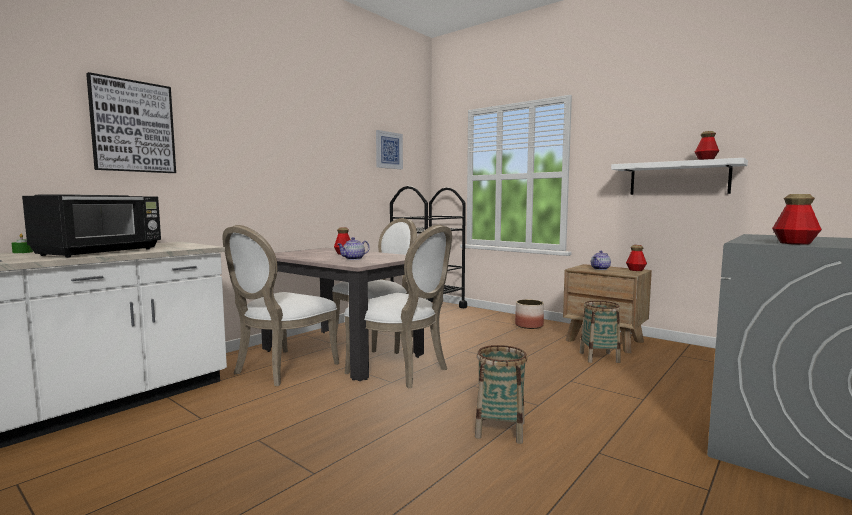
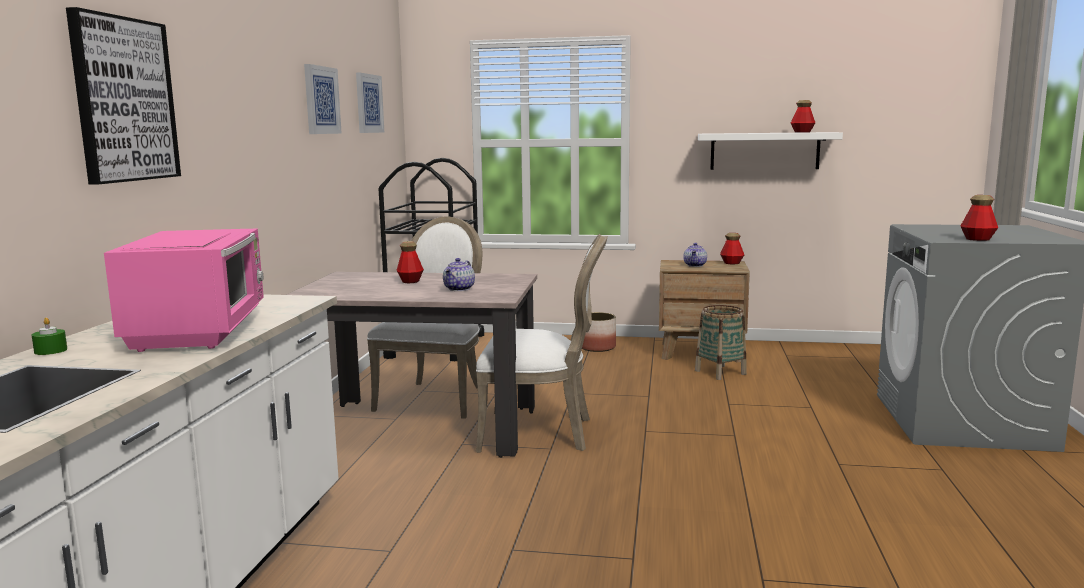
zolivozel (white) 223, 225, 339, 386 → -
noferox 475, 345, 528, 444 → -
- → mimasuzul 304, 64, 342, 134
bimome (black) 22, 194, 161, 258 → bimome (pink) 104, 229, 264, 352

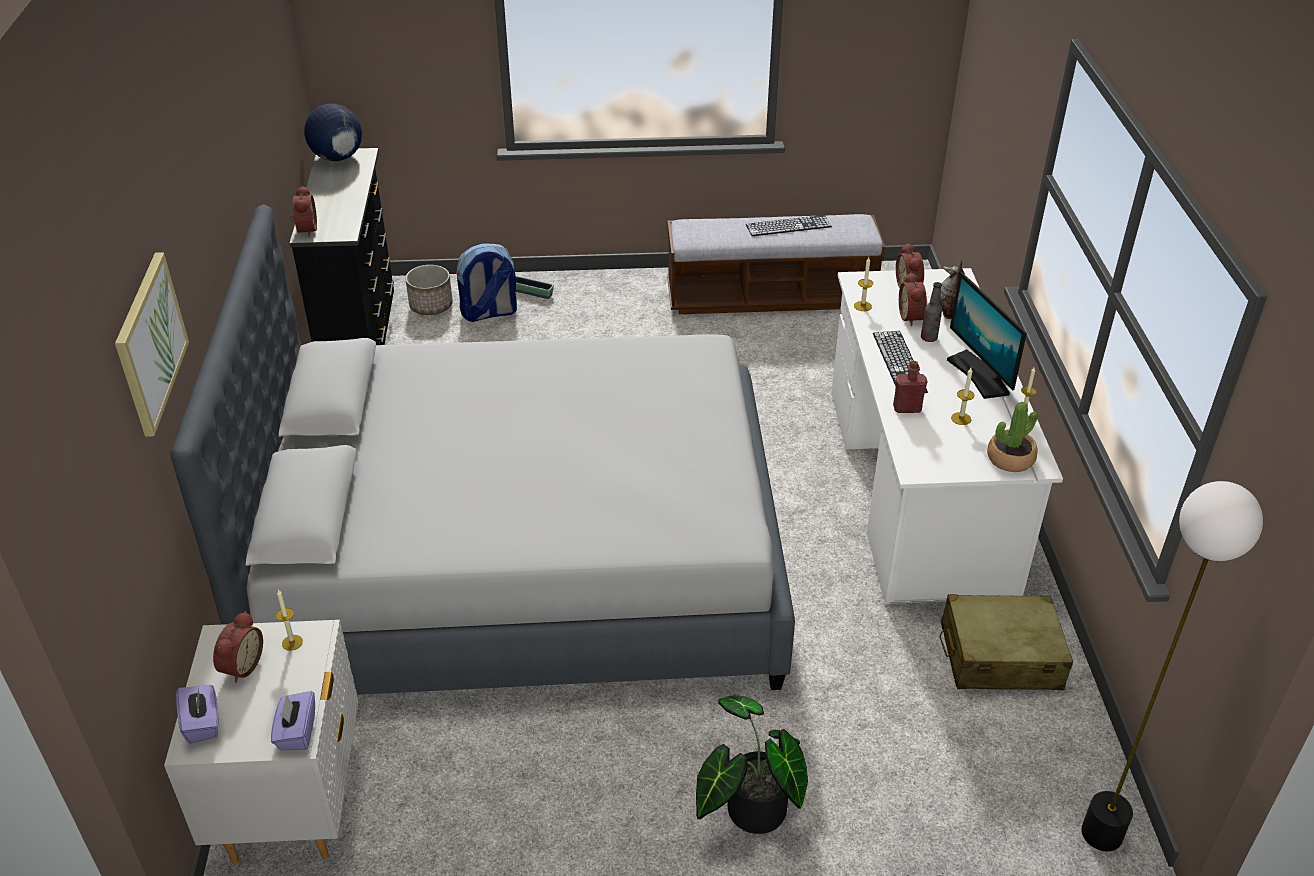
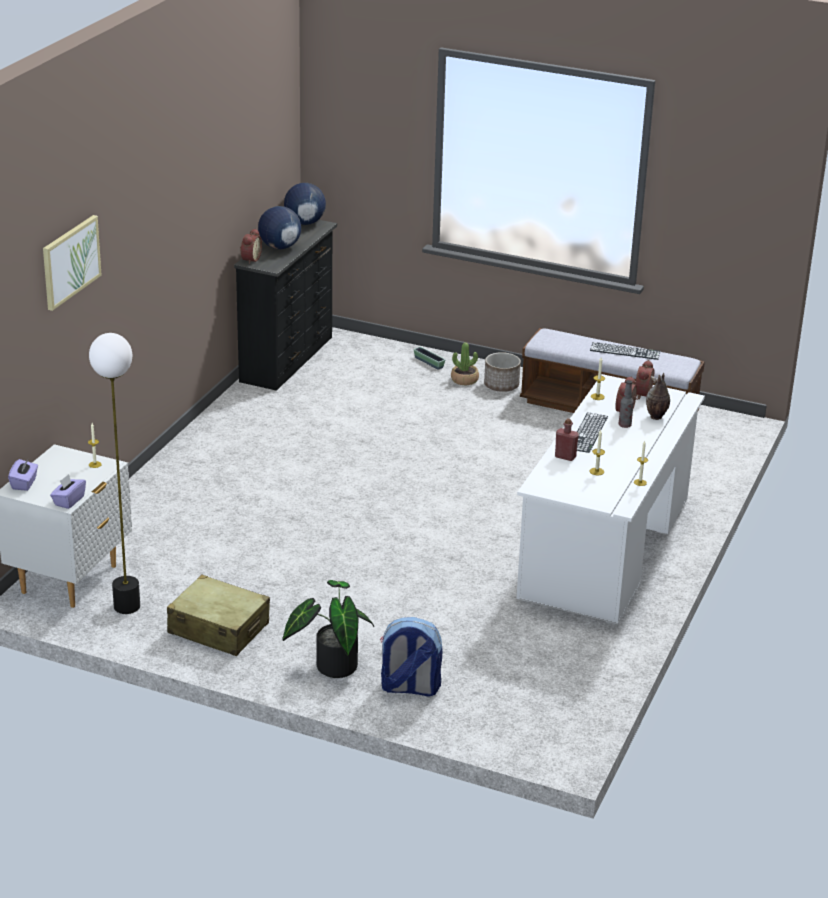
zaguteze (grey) 170, 204, 795, 695 → -
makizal 213, 611, 263, 683 → -
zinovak 947, 272, 1027, 399 → -
- → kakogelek 258, 206, 301, 249
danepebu 405, 265, 453, 315 → danepebu 484, 352, 521, 392, shifted
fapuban 456, 243, 517, 322 → fapuban 380, 617, 443, 697, shifted
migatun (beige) 939, 594, 1073, 690 → migatun (beige) 167, 575, 270, 656, shifted
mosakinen 987, 402, 1038, 472 → mosakinen 451, 342, 479, 385, shifted
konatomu 1081, 481, 1263, 851 → konatomu 89, 333, 140, 614, shifted

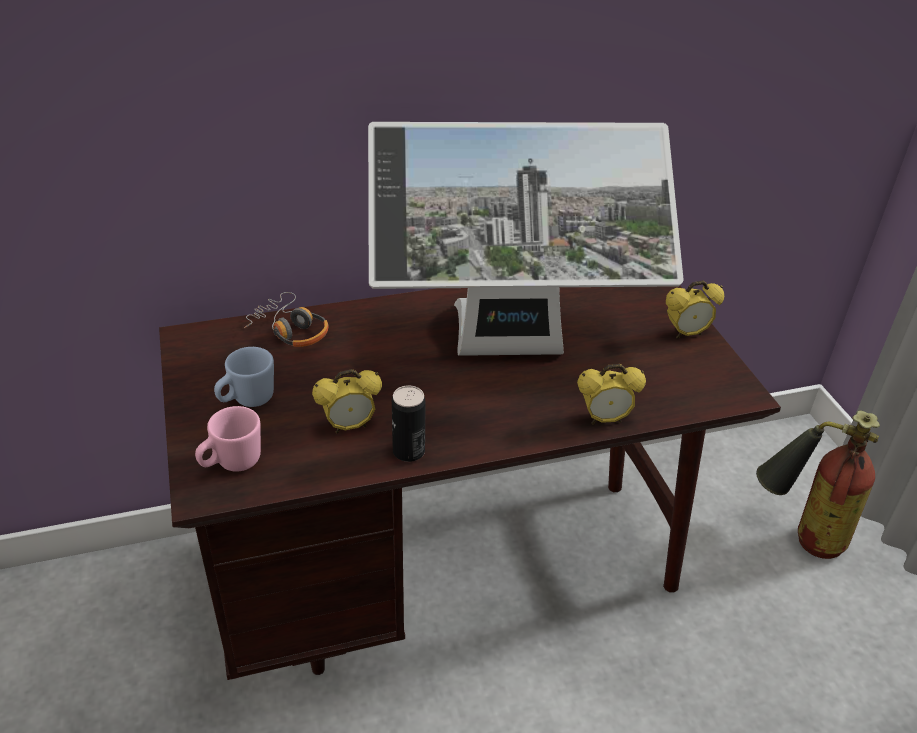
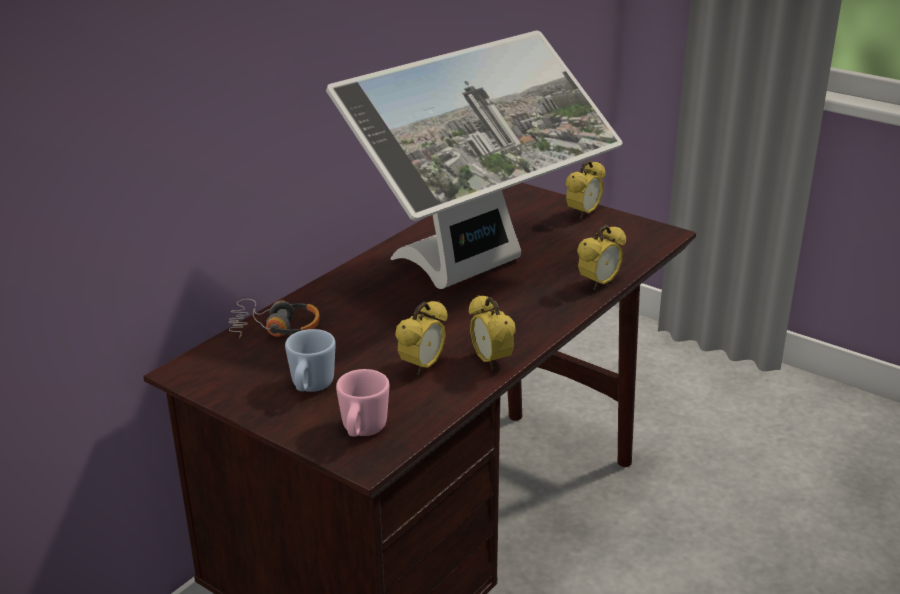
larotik 756, 410, 880, 559 → -
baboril 392, 385, 425, 462 → makizal 469, 295, 515, 370

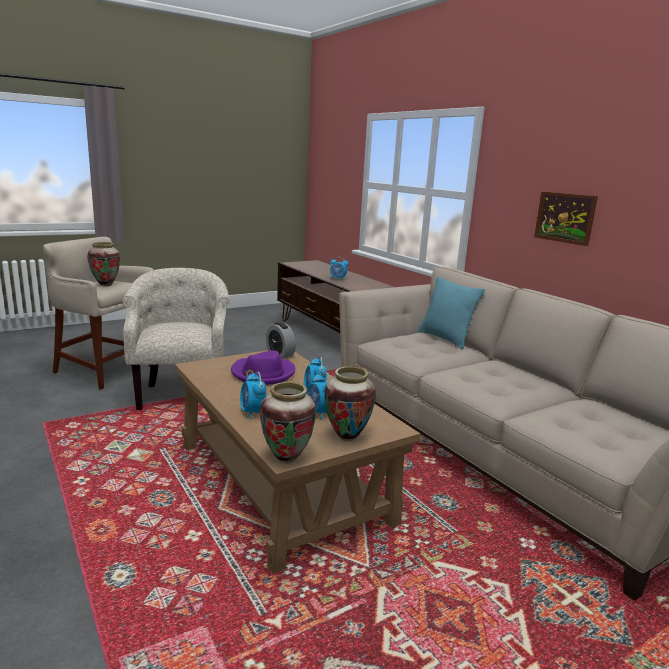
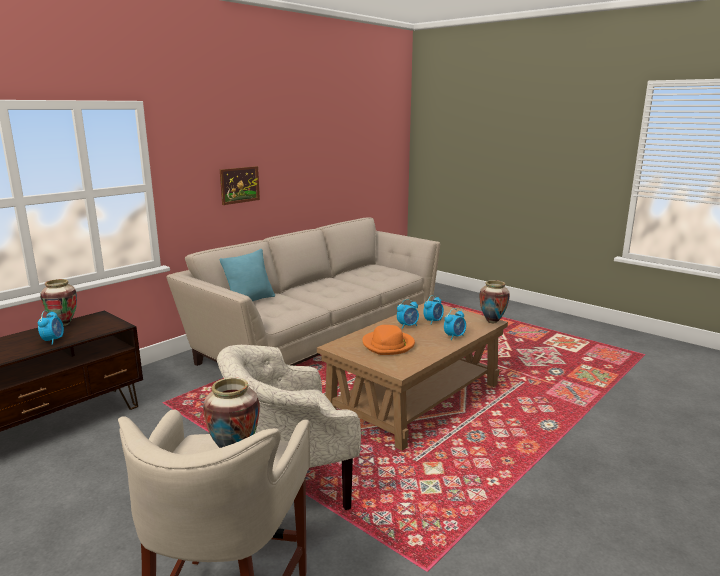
makizal 266, 322, 296, 359 → -
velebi 325, 366, 376, 441 → velebi 40, 279, 77, 326, shifted
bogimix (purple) 231, 351, 295, 385 → bogimix (orange) 362, 325, 415, 355

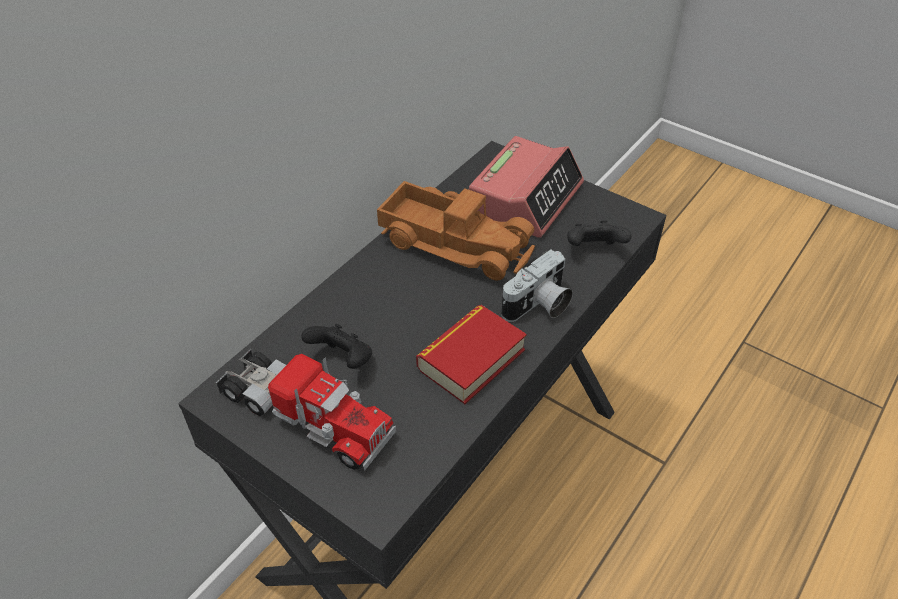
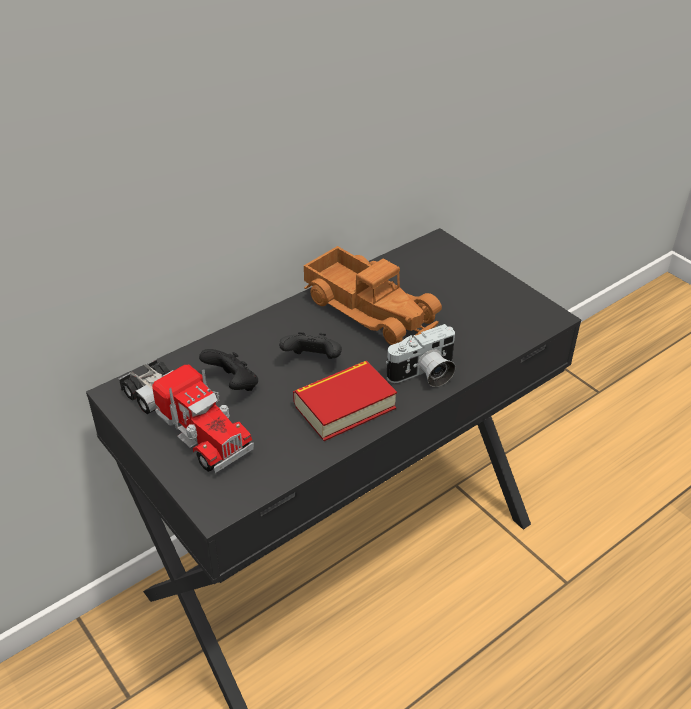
makizal 469, 136, 584, 238 → -
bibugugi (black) 567, 220, 631, 246 → bibugugi (black) 279, 332, 342, 359, shifted

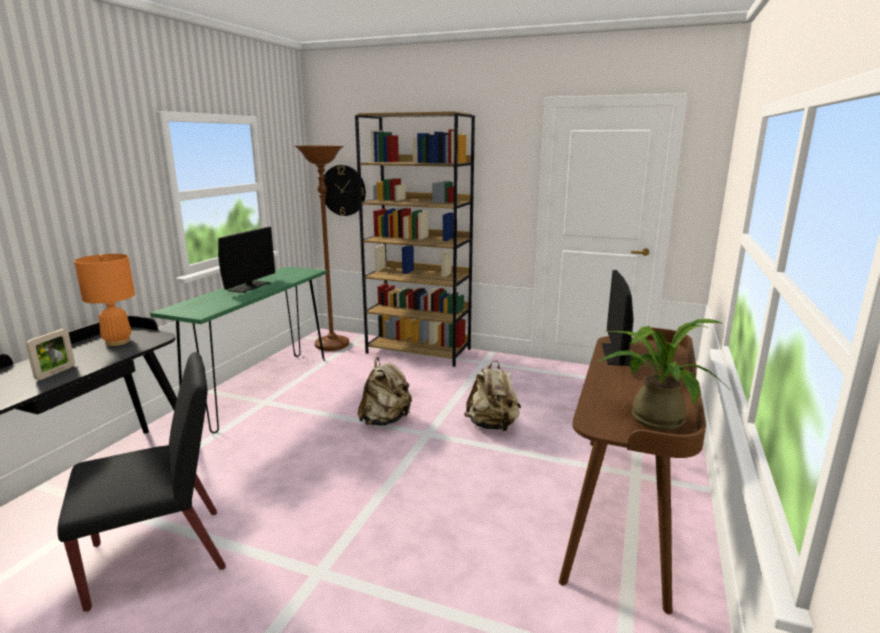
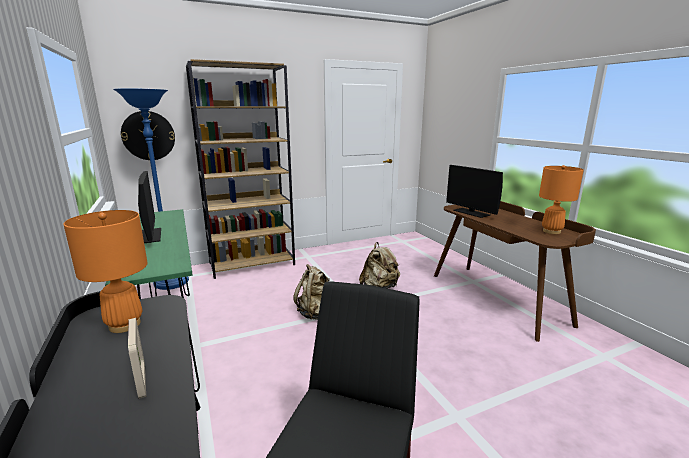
mosakinen 596, 319, 729, 431 → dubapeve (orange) 539, 165, 584, 234
konatomu (brown) 295, 146, 349, 351 → konatomu (blue) 113, 88, 189, 290

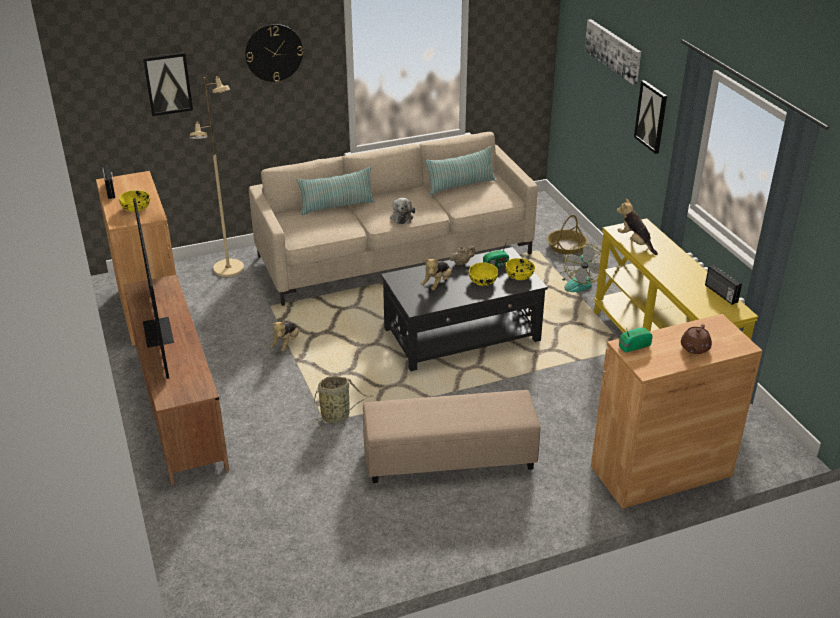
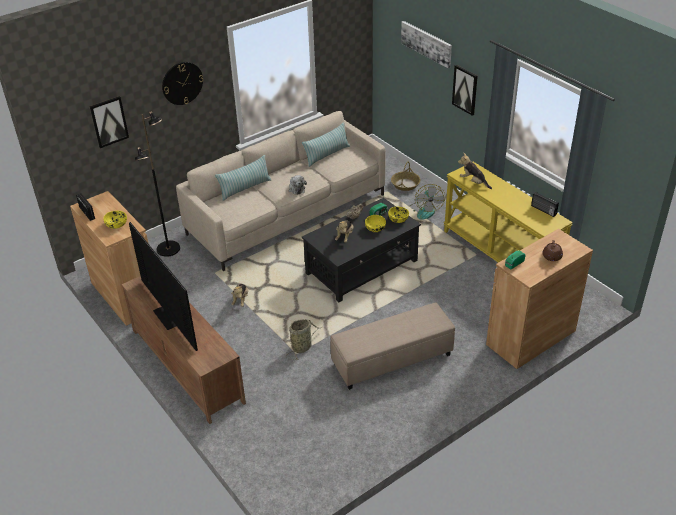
konatomu (beige) 190, 76, 244, 277 → konatomu (black) 135, 111, 180, 257

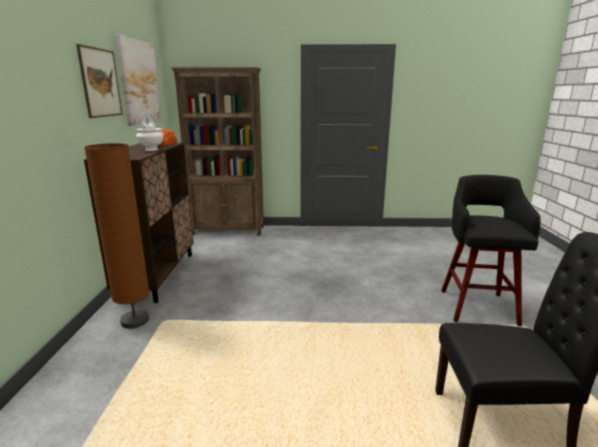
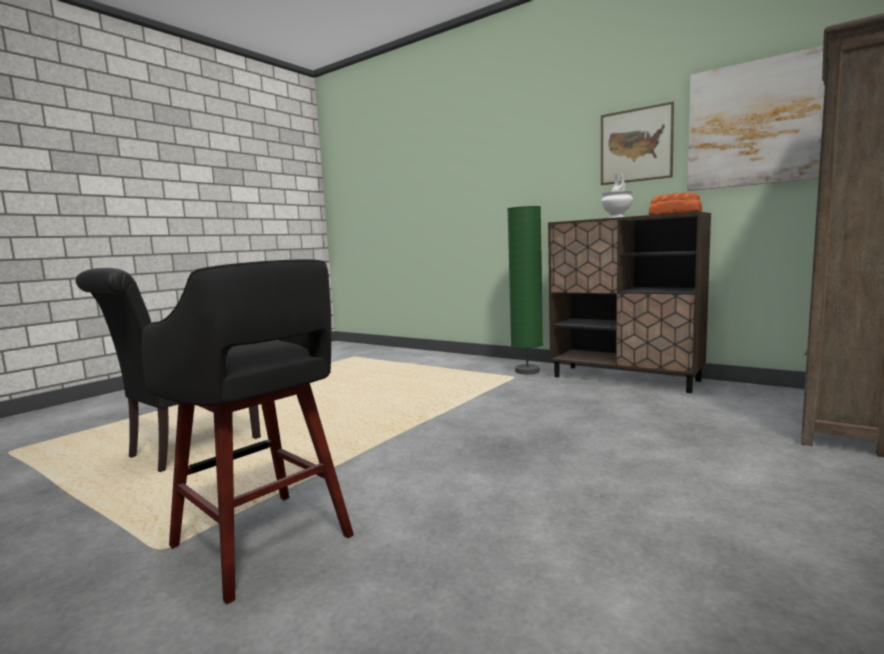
konatomu (brown) 84, 143, 150, 329 → konatomu (green) 507, 206, 543, 374

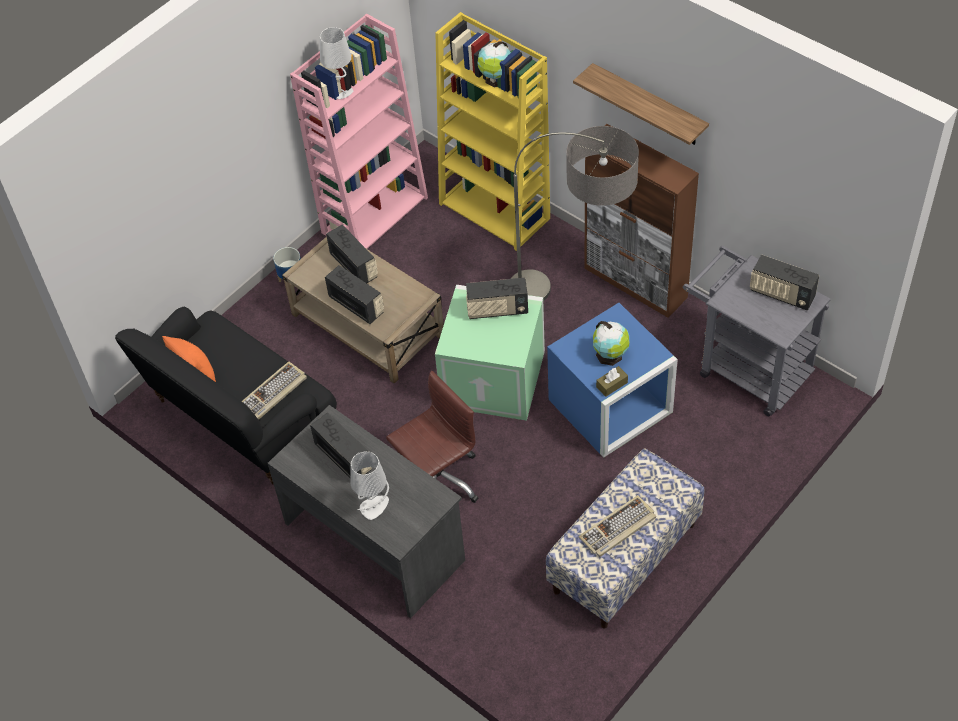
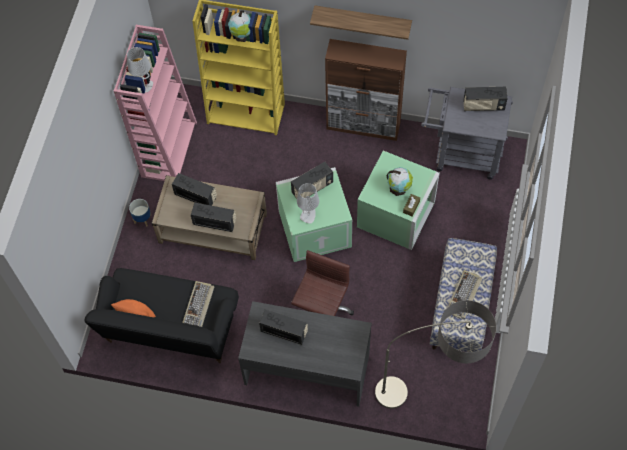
dubapeve (grey) 350, 451, 389, 520 → dubapeve (grey) 297, 183, 319, 223, shifted
konatomu 511, 126, 639, 301 → konatomu 375, 300, 496, 409, shifted
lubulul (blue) 547, 303, 678, 458 → lubulul (green) 357, 151, 440, 250

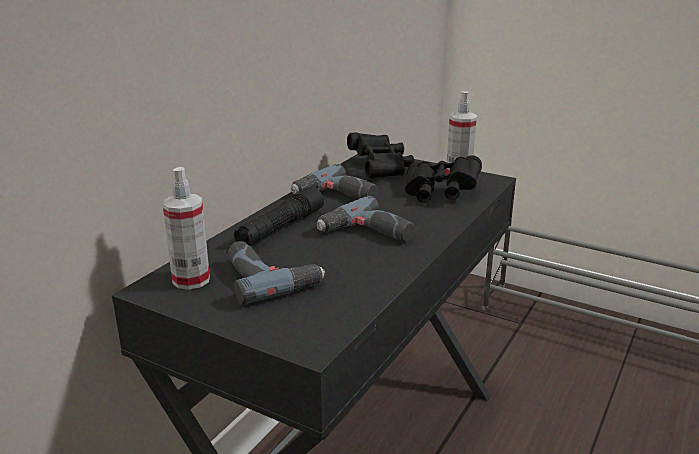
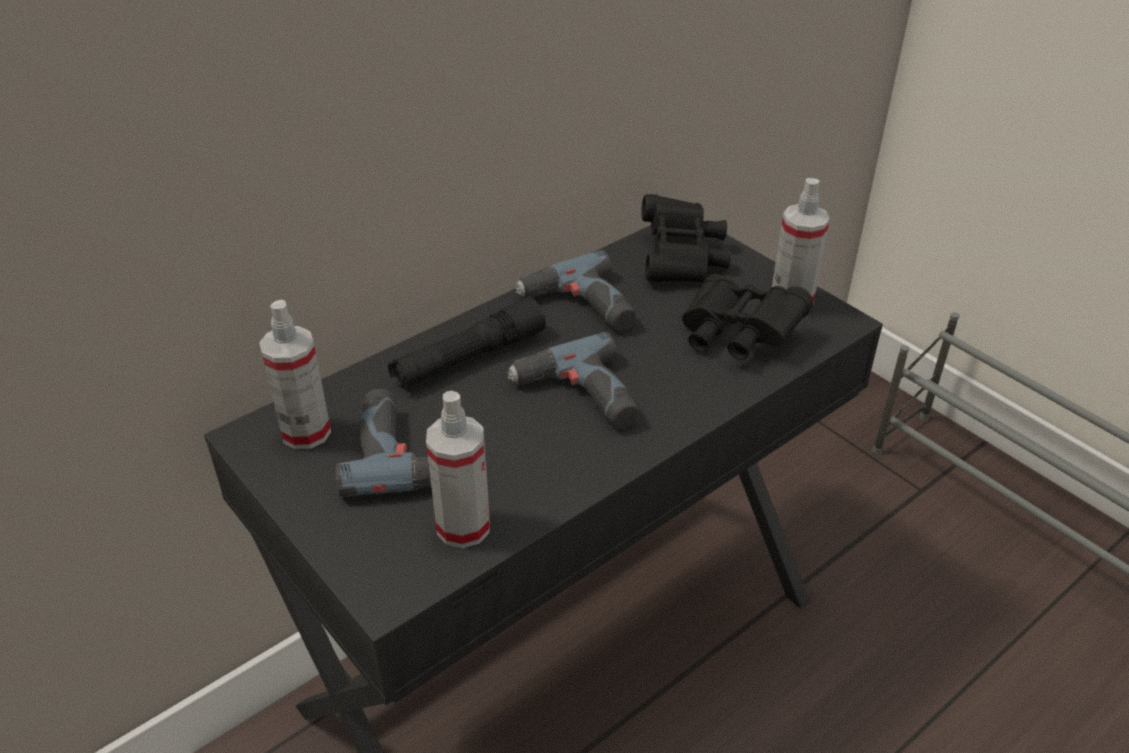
- → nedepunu 426, 391, 490, 548

